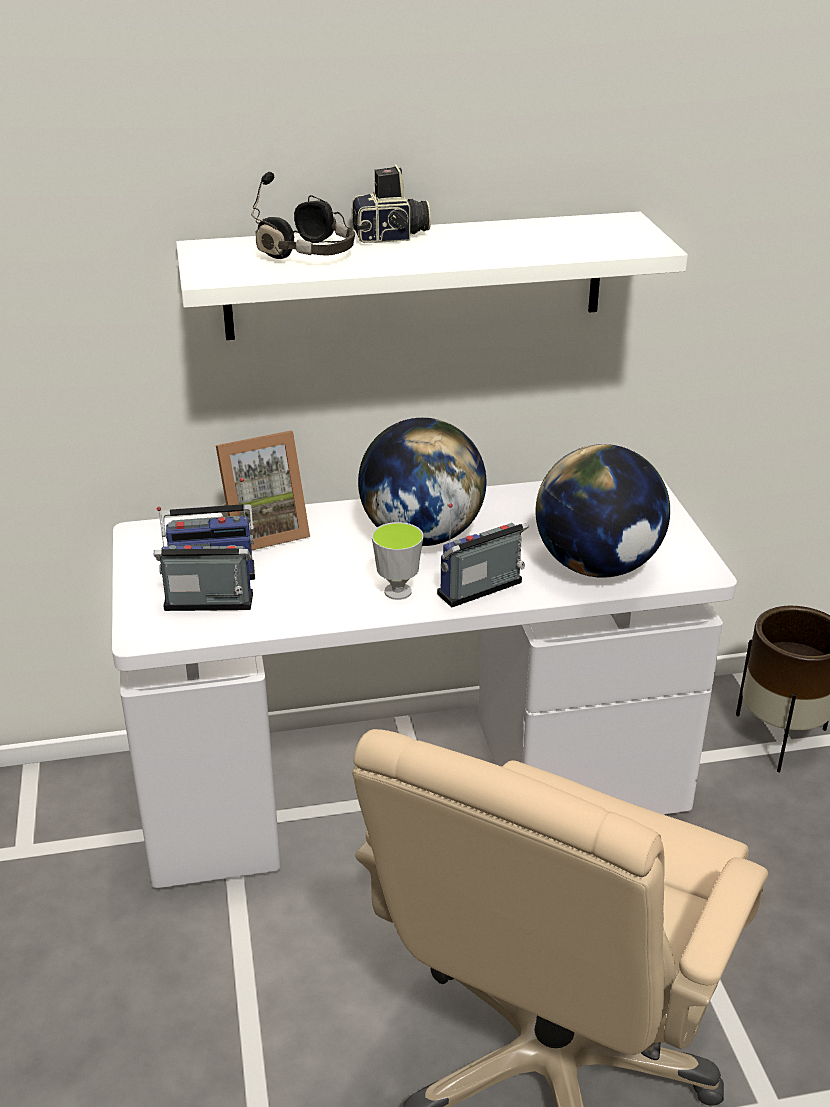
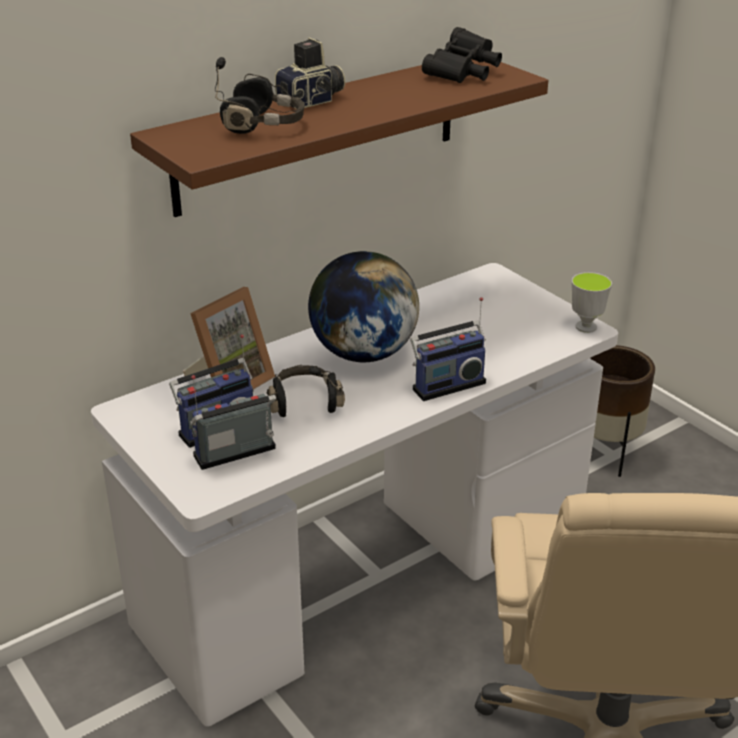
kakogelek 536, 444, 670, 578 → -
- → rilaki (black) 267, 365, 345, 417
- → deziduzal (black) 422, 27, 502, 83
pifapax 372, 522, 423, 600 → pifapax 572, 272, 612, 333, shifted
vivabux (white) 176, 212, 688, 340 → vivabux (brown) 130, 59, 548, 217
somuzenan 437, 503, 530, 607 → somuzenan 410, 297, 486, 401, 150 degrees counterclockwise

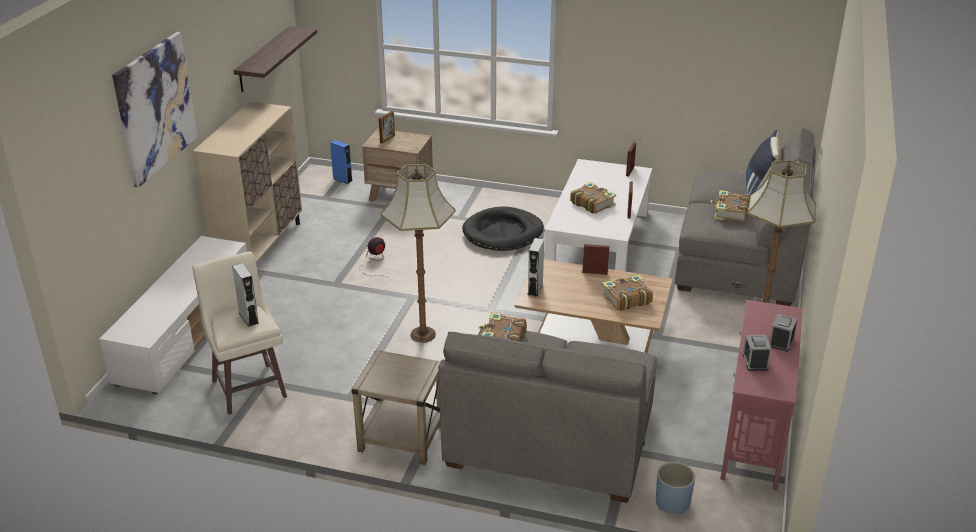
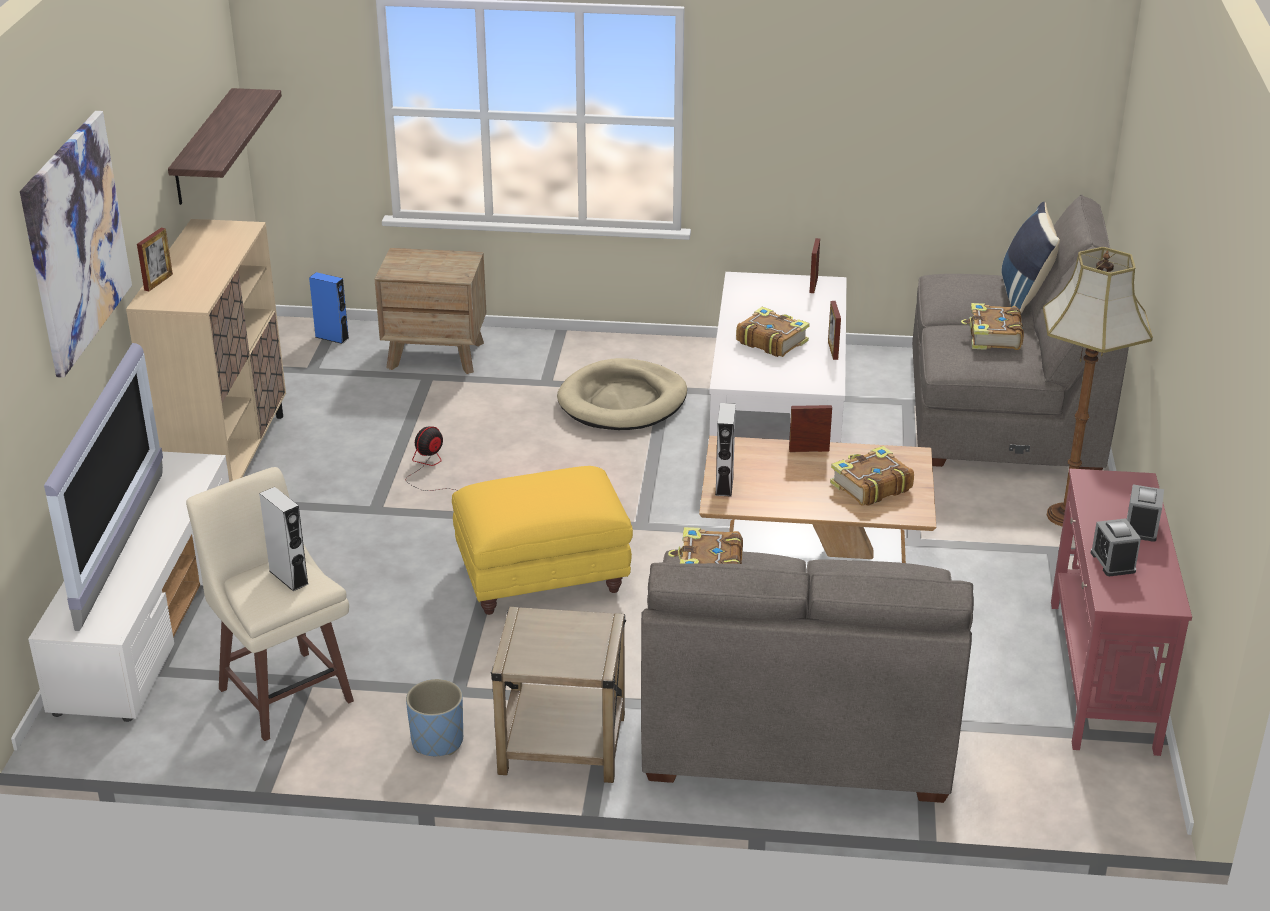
- → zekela 44, 343, 163, 631
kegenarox 379, 111, 395, 143 → kegenarox 137, 228, 173, 291, shifted
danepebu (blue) 656, 462, 695, 514 → danepebu (blue) 406, 679, 463, 756, shifted
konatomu 380, 164, 456, 343 → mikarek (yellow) 452, 466, 633, 615
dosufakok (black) 462, 207, 544, 251 → dosufakok (beige) 557, 358, 687, 430

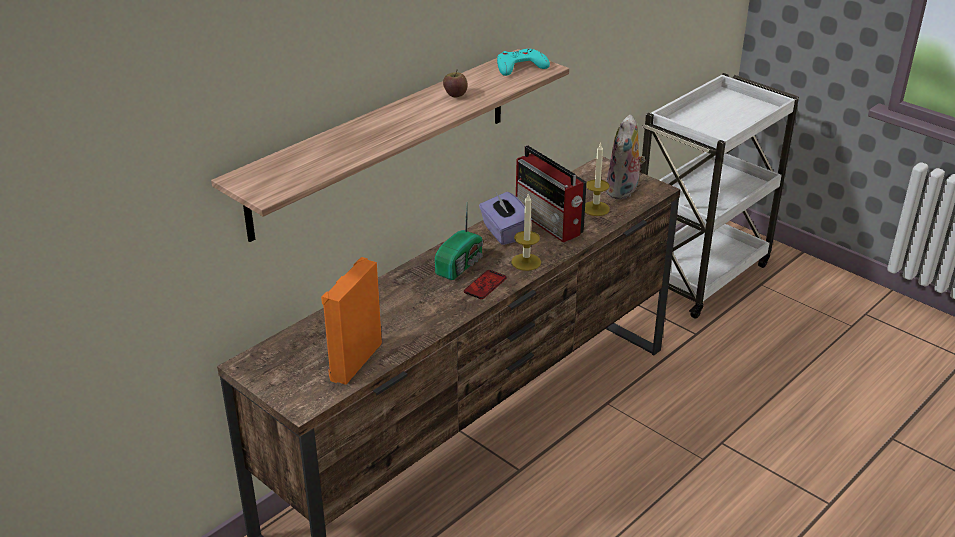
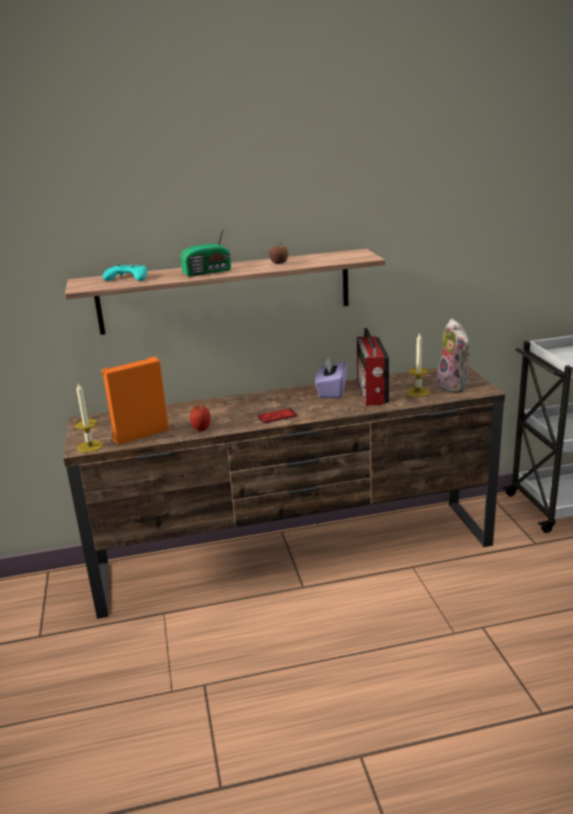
- → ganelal 190, 406, 211, 431
somuzenan 435, 207, 483, 280 → somuzenan 180, 222, 231, 277, shifted
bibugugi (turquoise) 497, 49, 550, 76 → bibugugi (turquoise) 102, 264, 147, 281, shifted
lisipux 511, 193, 541, 271 → lisipux 74, 383, 103, 453, shifted
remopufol 606, 114, 645, 200 → remopufol 437, 319, 470, 393, 75 degrees counterclockwise

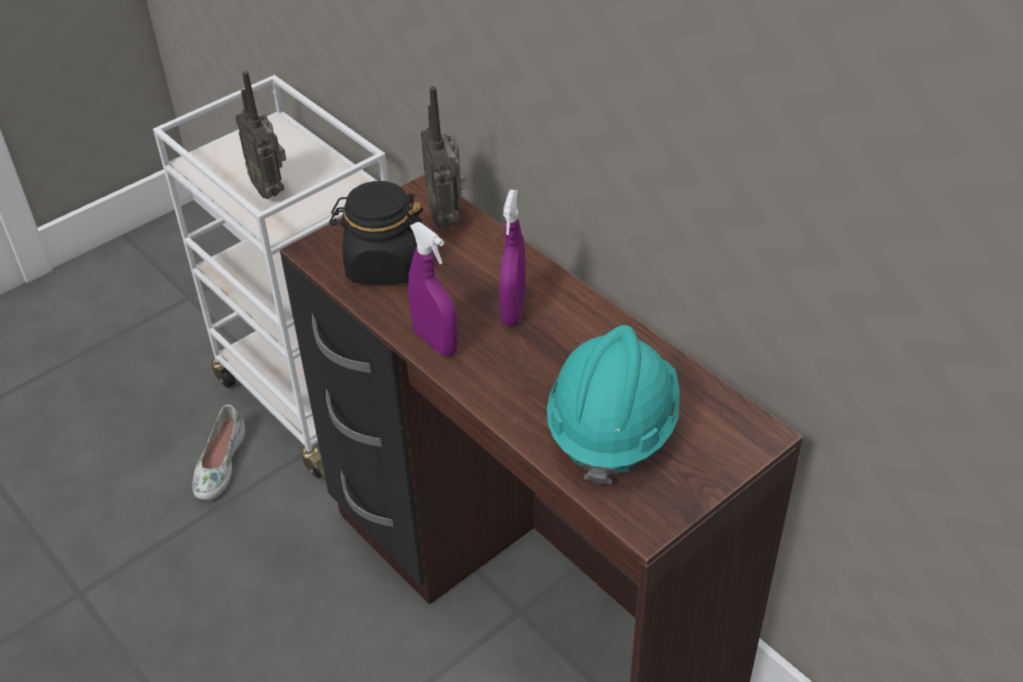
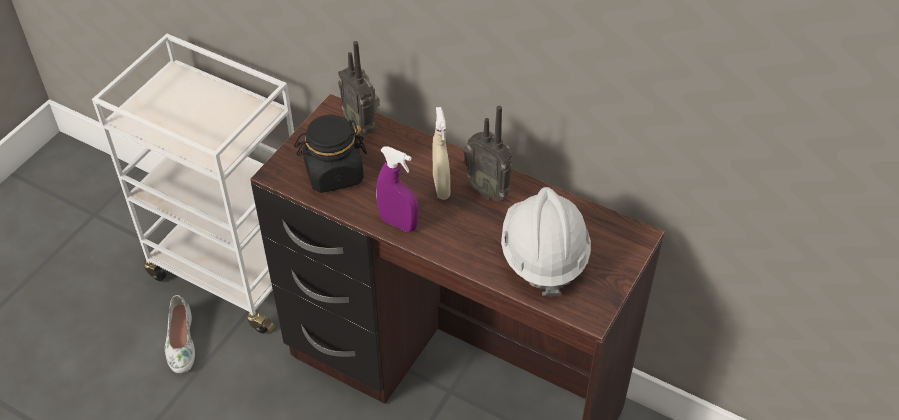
somuzenan 236, 71, 286, 199 → somuzenan 463, 106, 513, 201, shifted
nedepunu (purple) 500, 189, 526, 326 → nedepunu (beige) 432, 107, 450, 200
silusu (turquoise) 547, 325, 680, 485 → silusu (white) 501, 187, 591, 297

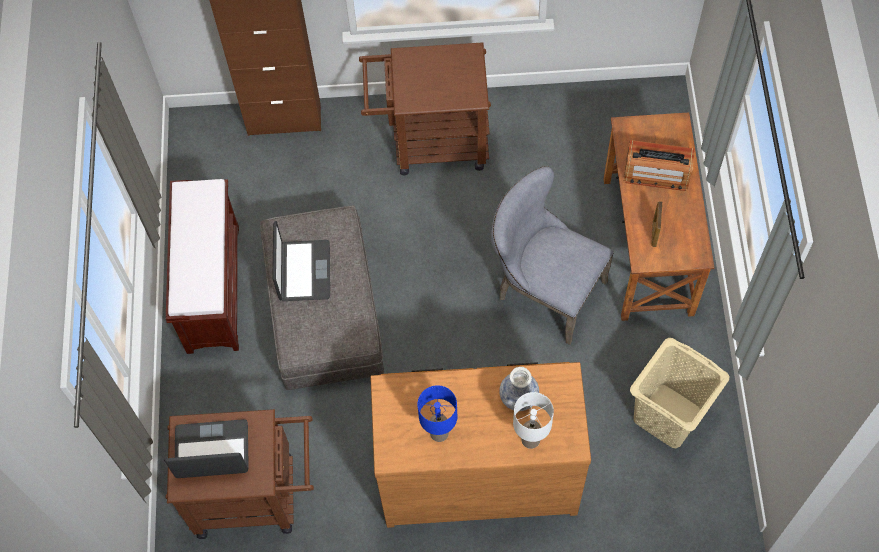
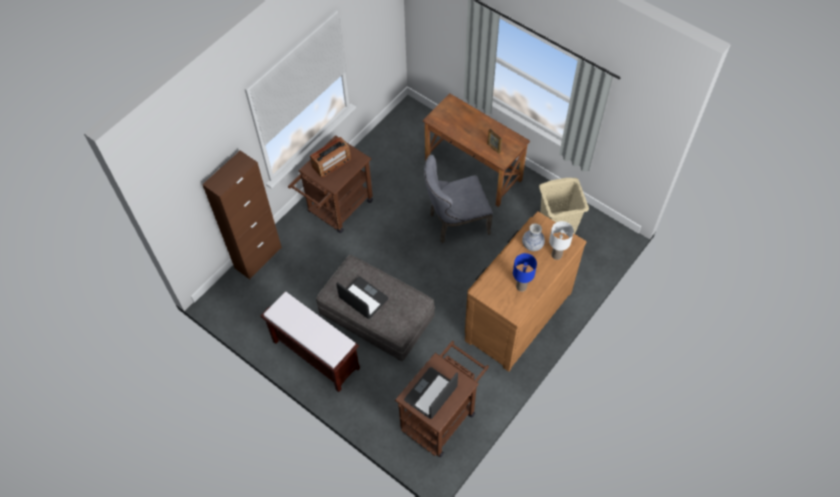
somuzenan 624, 140, 695, 191 → somuzenan 310, 137, 351, 177, shifted

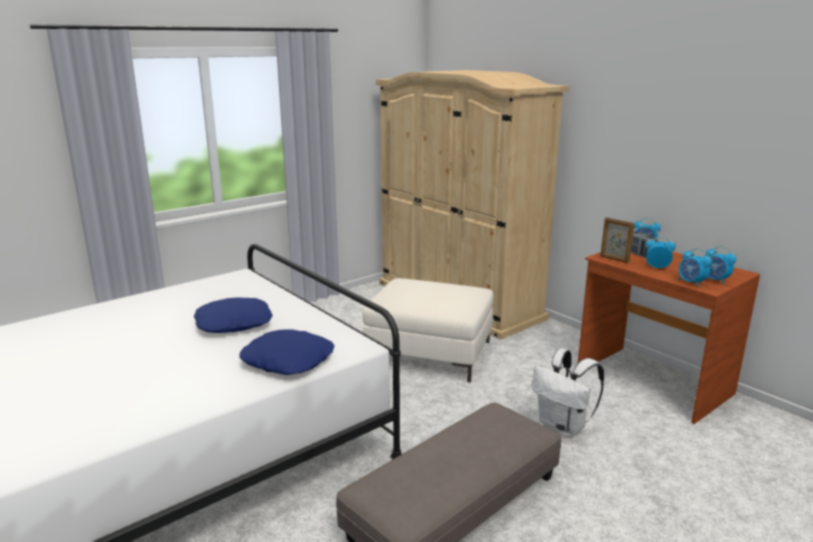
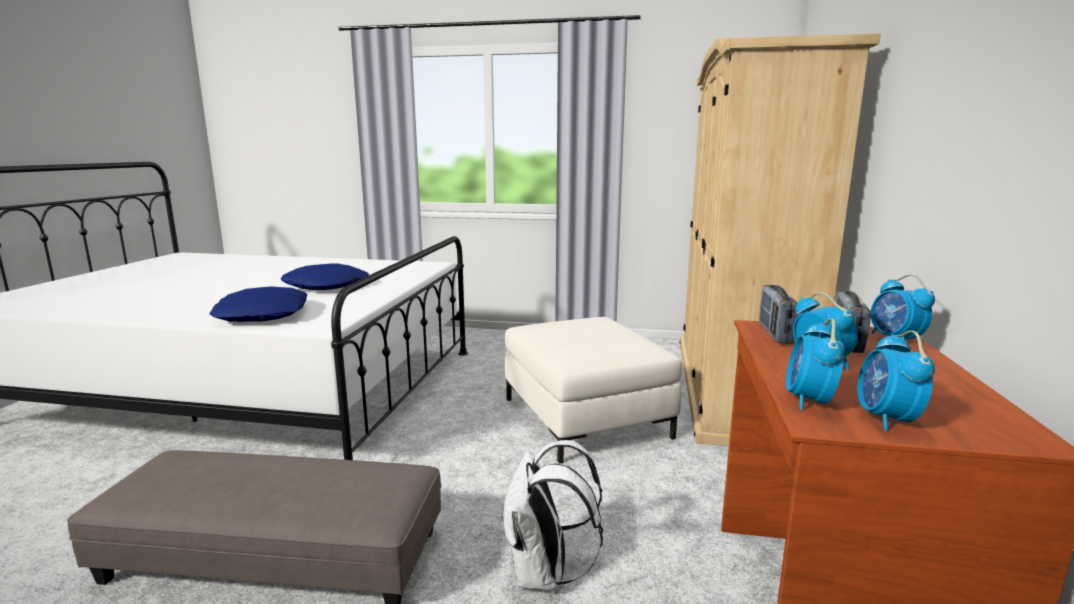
kegenarox 600, 218, 634, 263 → somuzenan 759, 285, 799, 344

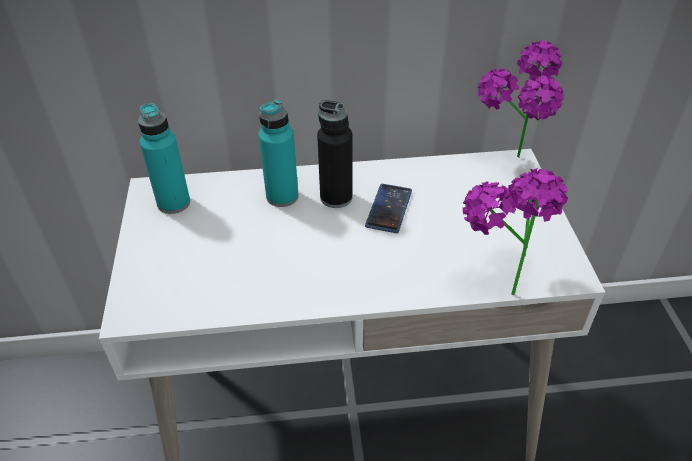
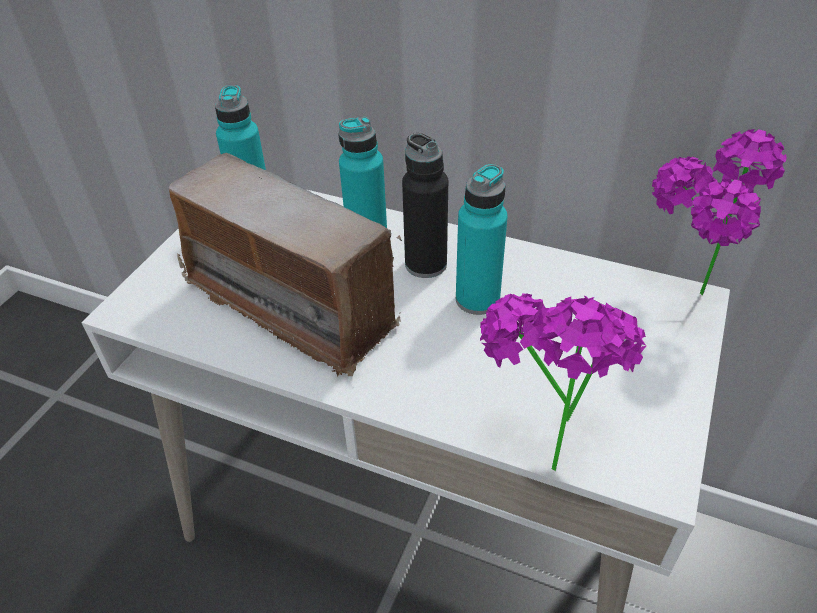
- → somuzenan 168, 153, 402, 376
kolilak 365, 184, 412, 233 → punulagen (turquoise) 456, 164, 508, 315

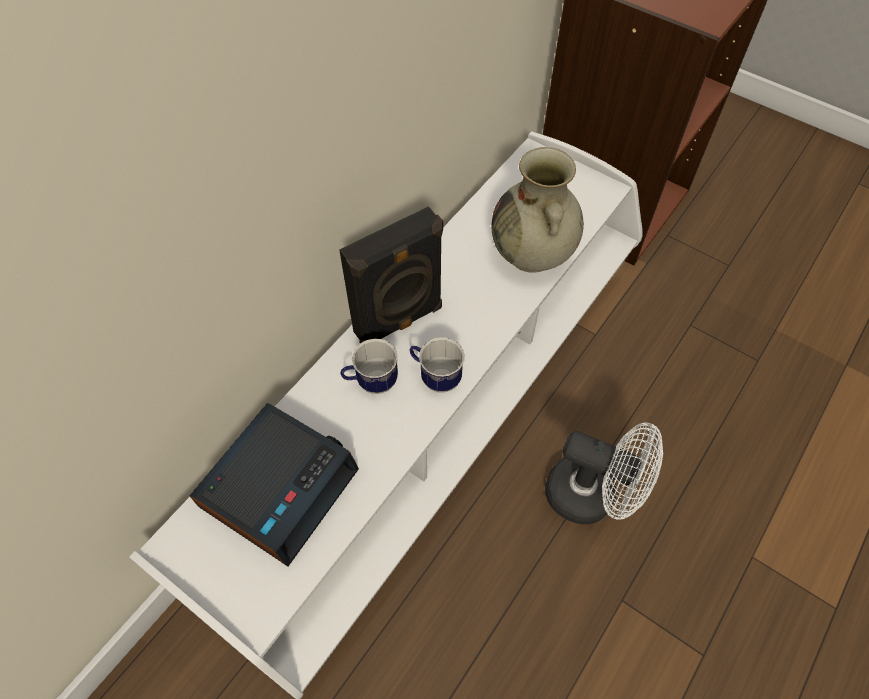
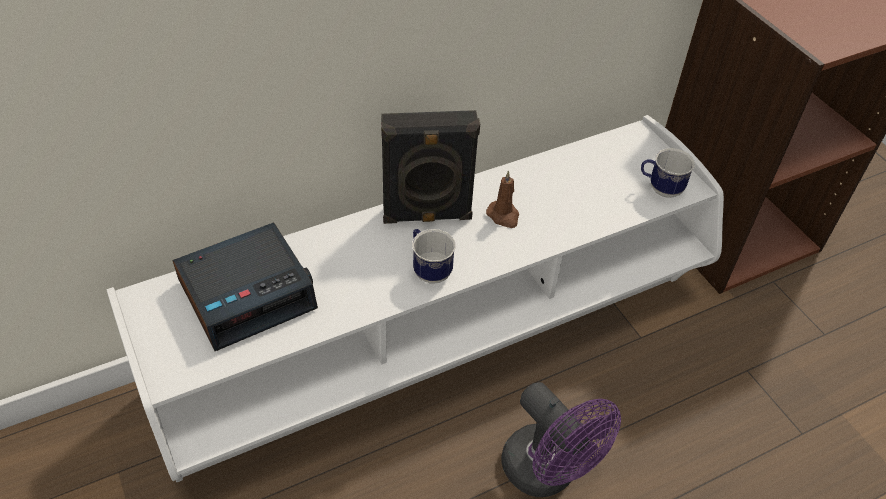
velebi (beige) 492, 147, 584, 273 → -
- → lisipux (brown) 486, 171, 519, 228
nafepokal 341, 339, 398, 394 → nafepokal 641, 148, 695, 198, shifted
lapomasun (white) 545, 422, 663, 524 → lapomasun (purple) 501, 382, 621, 497

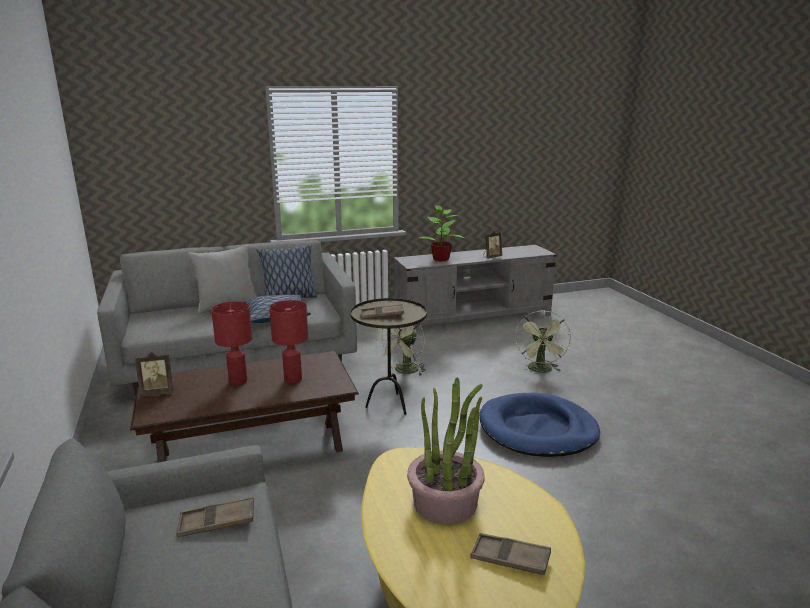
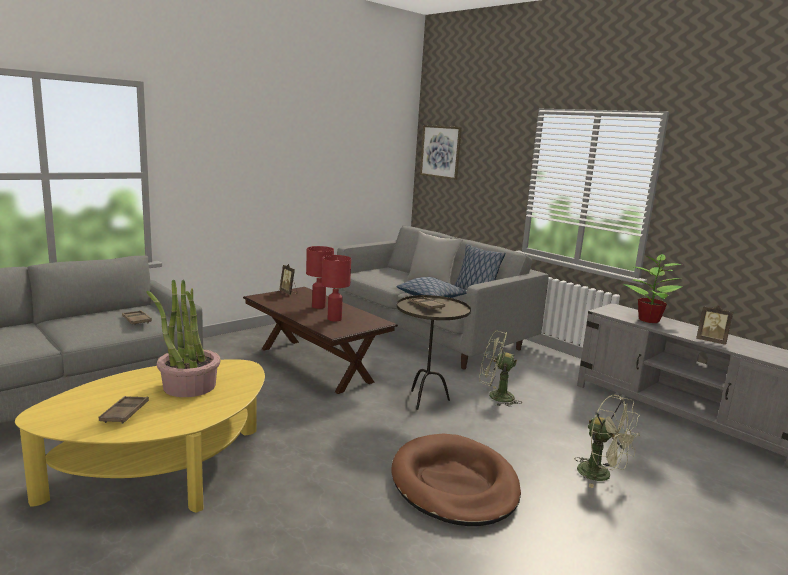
- → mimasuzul 420, 125, 462, 180
dosufakok (blue) 479, 393, 600, 457 → dosufakok (brown) 391, 433, 521, 526
lapomasun (green) 515, 311, 571, 373 → lapomasun (green) 576, 395, 640, 488, 120 degrees counterclockwise

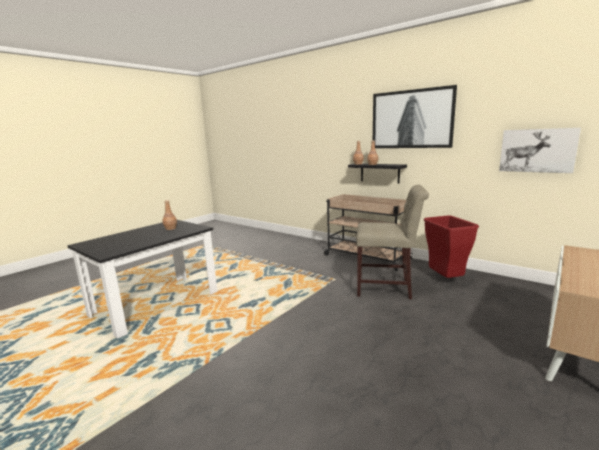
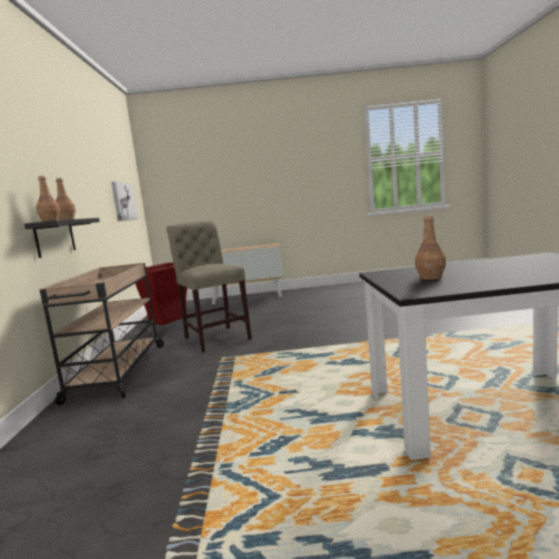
mimasuzul 373, 85, 457, 148 → -

